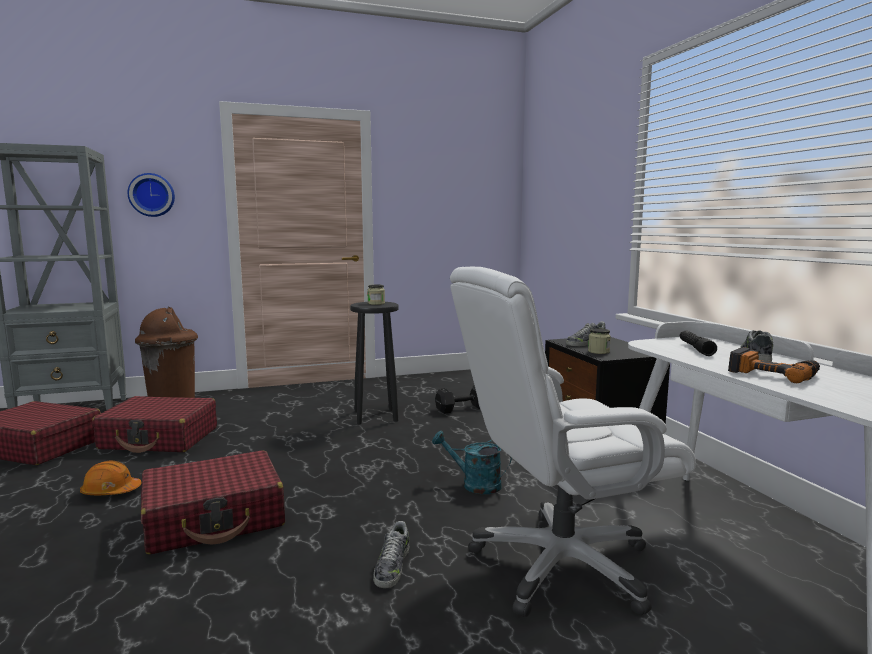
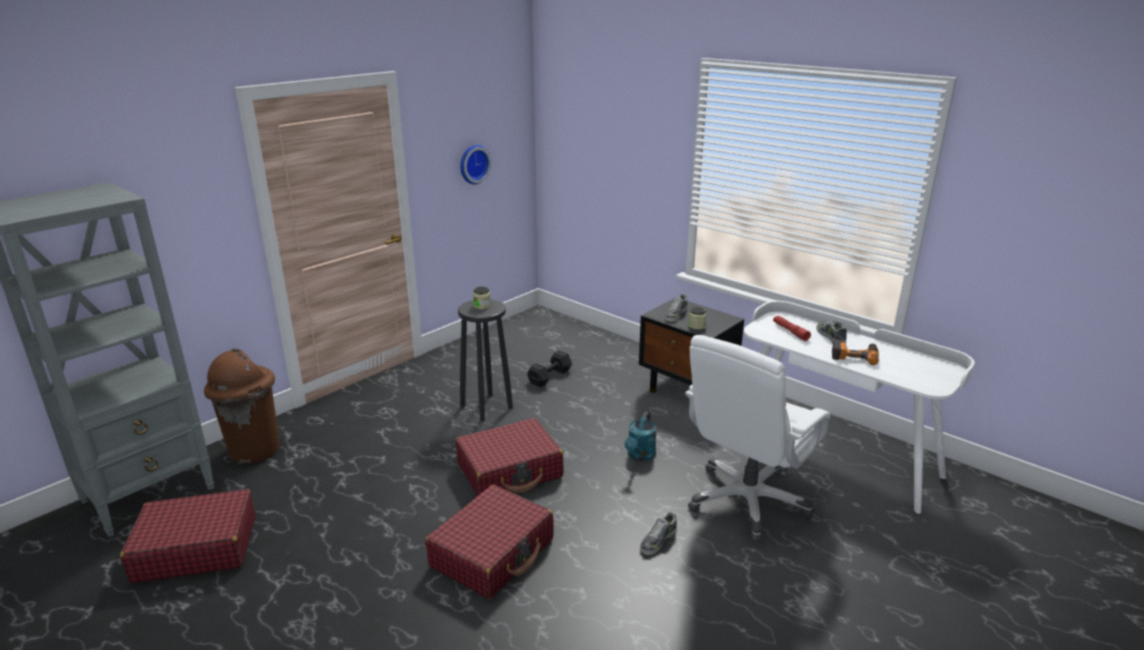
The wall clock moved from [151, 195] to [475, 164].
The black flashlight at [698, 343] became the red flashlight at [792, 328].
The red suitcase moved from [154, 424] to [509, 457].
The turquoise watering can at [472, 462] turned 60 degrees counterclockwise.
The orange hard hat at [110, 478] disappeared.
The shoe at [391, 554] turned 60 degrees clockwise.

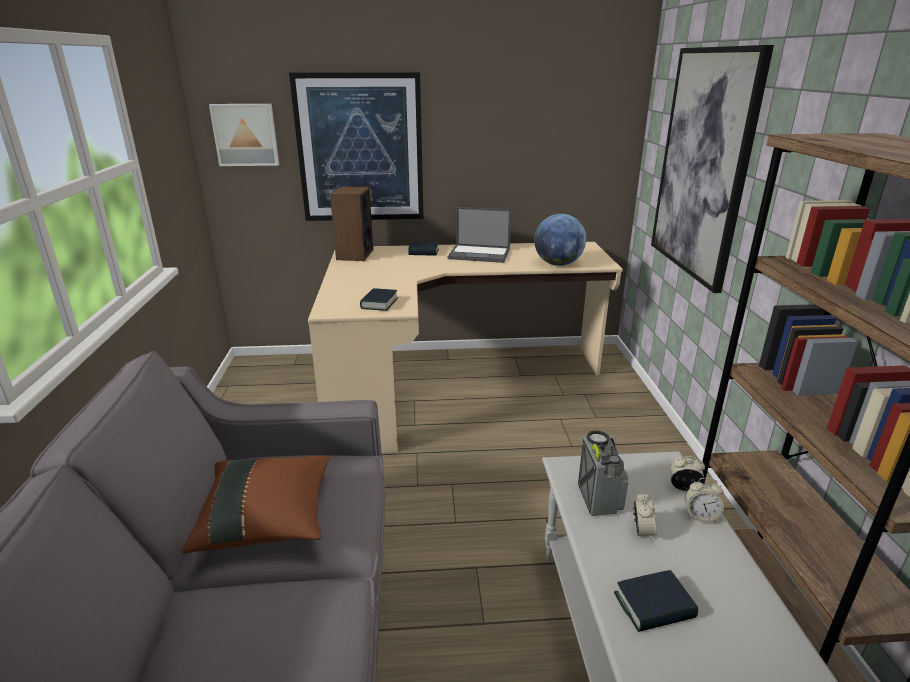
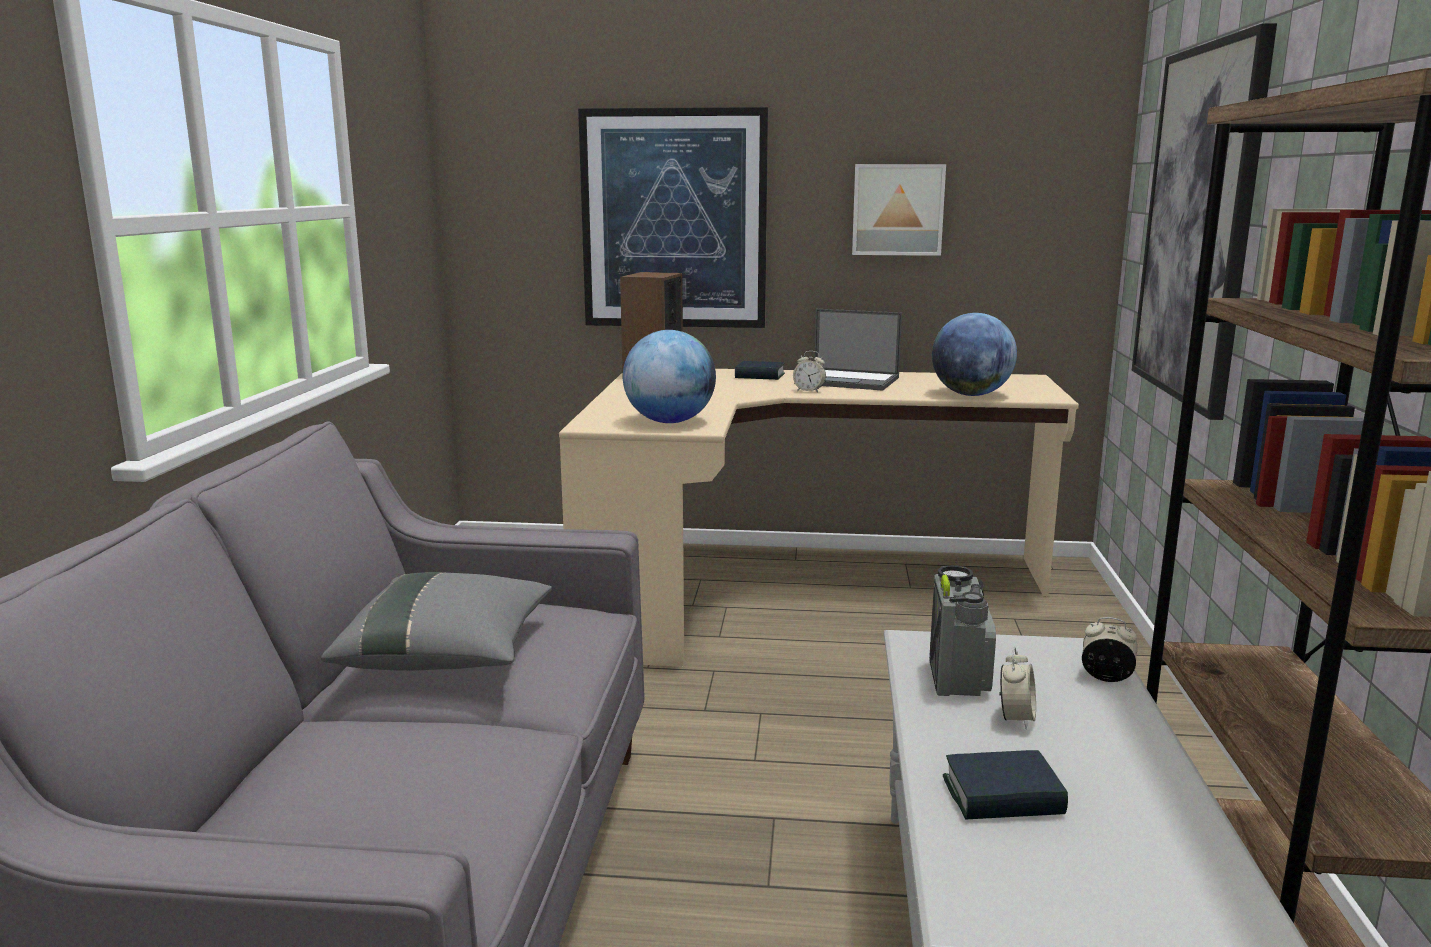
The picture moved from [244, 135] to [899, 210].
The book at [379, 299] was replaced by the globe at [669, 376].
The brown pillow at [255, 505] became the grey pillow at [436, 621].
The alarm clock moved from [704, 500] to [809, 371].

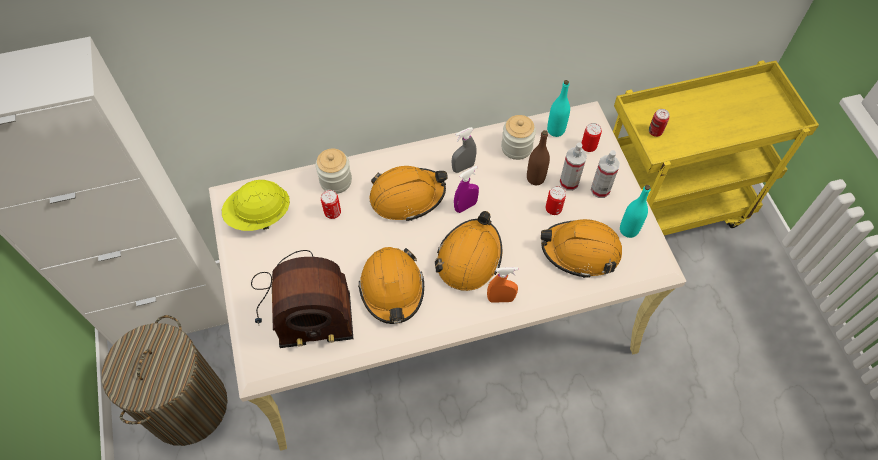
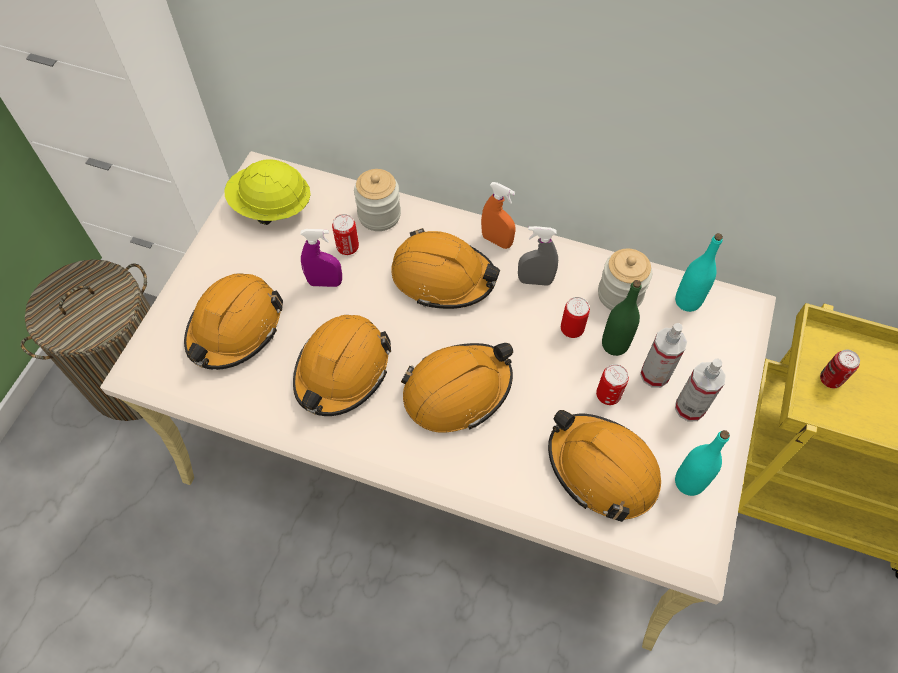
The can moved from [592, 137] to [575, 317].
The brown bottle at [538, 157] became the green bottle at [622, 318].
The purple spray bottle moved from [466, 189] to [321, 258].
The radio at [302, 299] was replaced by the orange hard hat at [233, 321].
The orange spray bottle moved from [502, 285] to [498, 215].

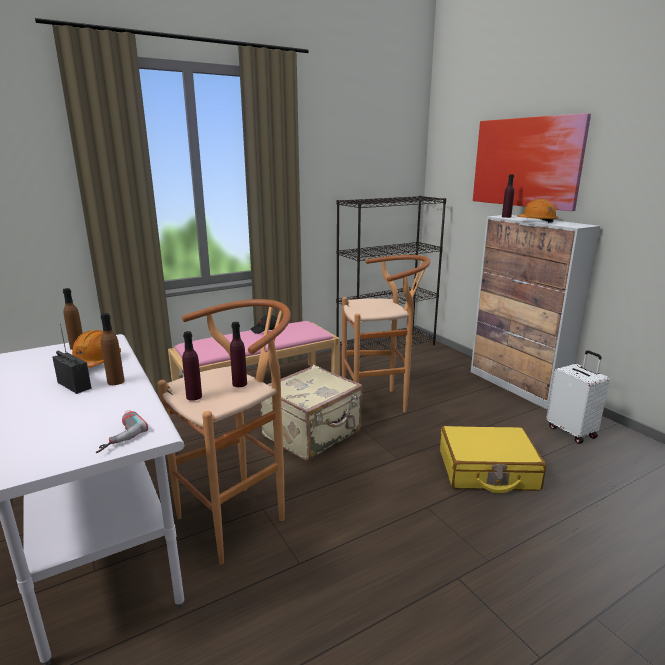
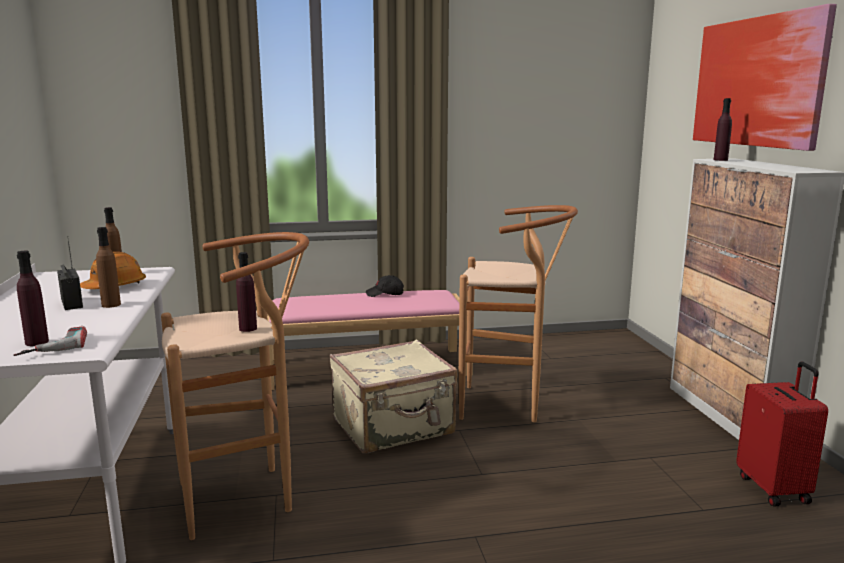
The black bookcase at [391, 277] disappeared.
The orange hard hat at [537, 211] disappeared.
The purple bottle moved from [192, 366] to [33, 298].
The white suitcase at [578, 397] became the red suitcase at [782, 434].
The yellow suitcase at [493, 459] disappeared.

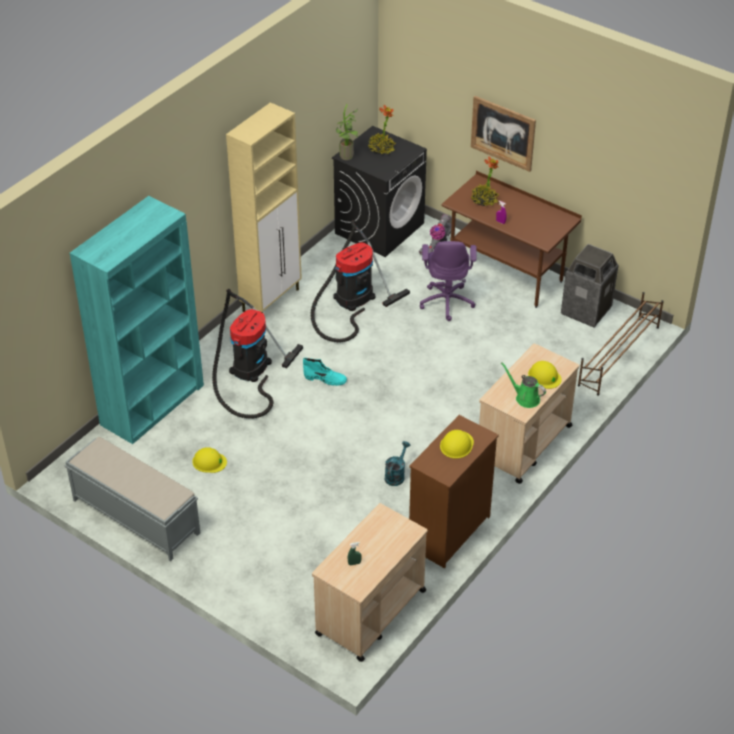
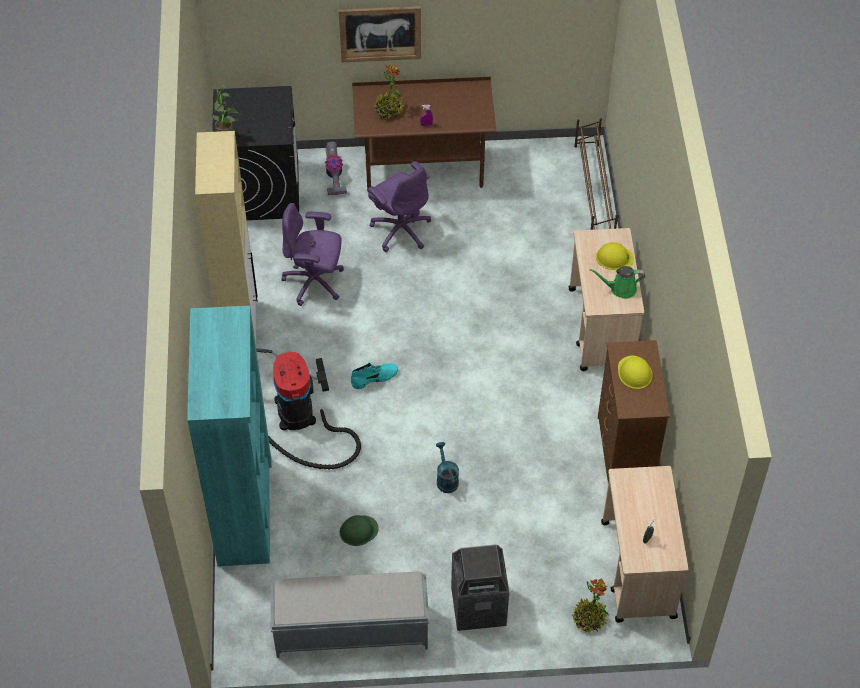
The potted plant moved from [382, 129] to [590, 605].
The vacuum cleaner at [360, 281] was replaced by the purple office chair at [312, 254].
The trash can moved from [589, 285] to [480, 587].
The turquoise watering can moved from [397, 463] to [447, 467].
The yellow hard hat at [209, 460] became the green hard hat at [359, 530].

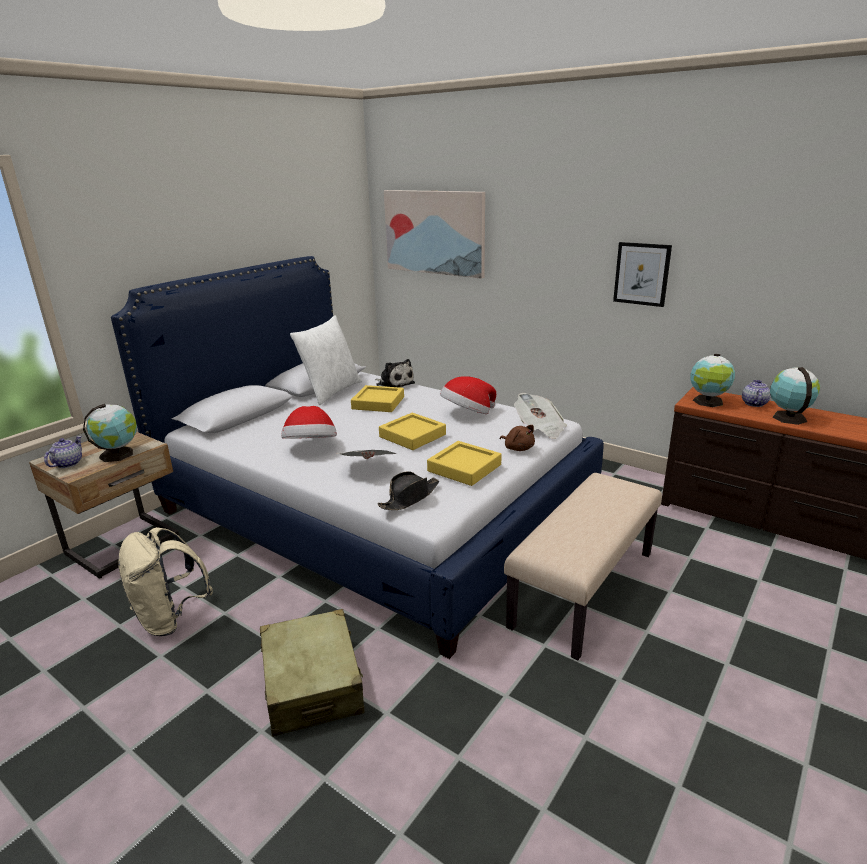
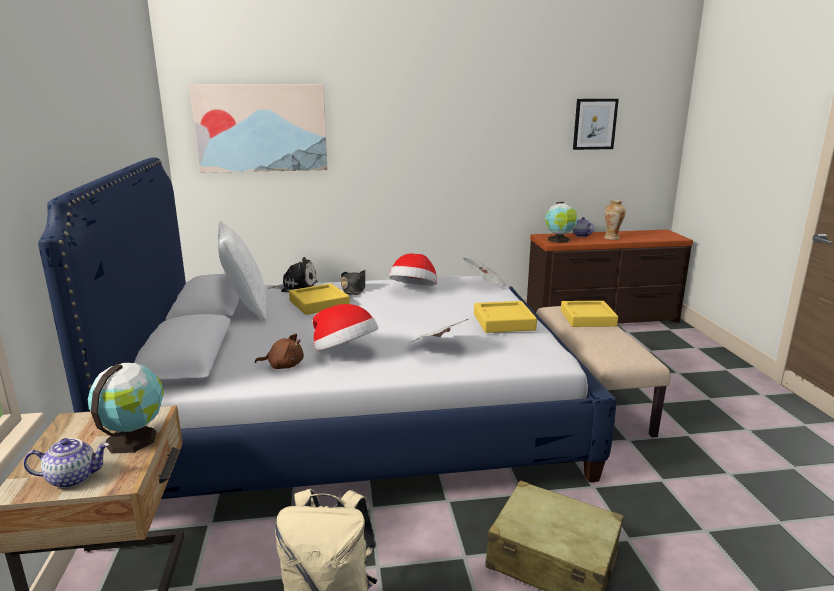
The picture moved from [642, 274] to [596, 124].
The globe at [795, 396] was replaced by the vase at [615, 220].
The yellow tray moved from [412, 431] to [589, 314].
The brown plush toy moved from [517, 438] to [279, 351].
The teapot at [63, 452] turned 105 degrees clockwise.
The black hat moved from [408, 490] to [353, 282].

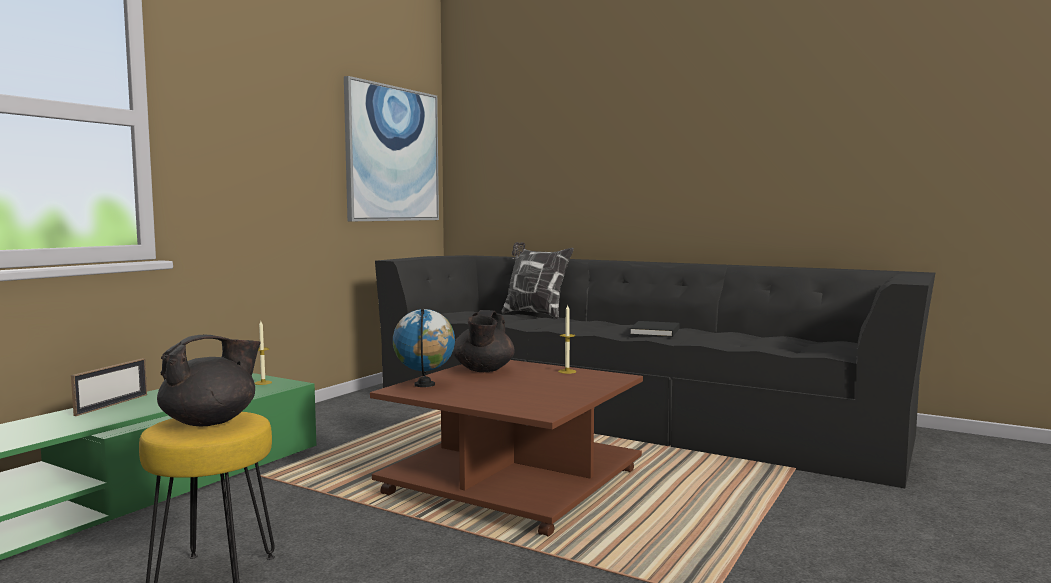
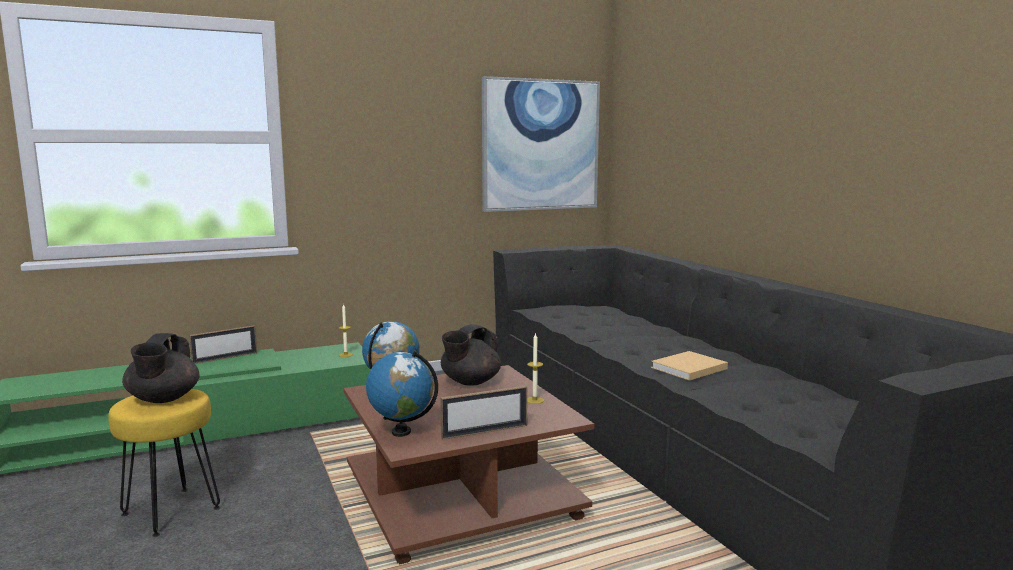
The pillow at [537, 280] disappeared.
The black book at [654, 329] became the beige book at [689, 366].
The black teapot at [209, 380] turned 90 degrees clockwise.
The globe at [402, 394] appeared.
The picture frame at [483, 413] appeared.

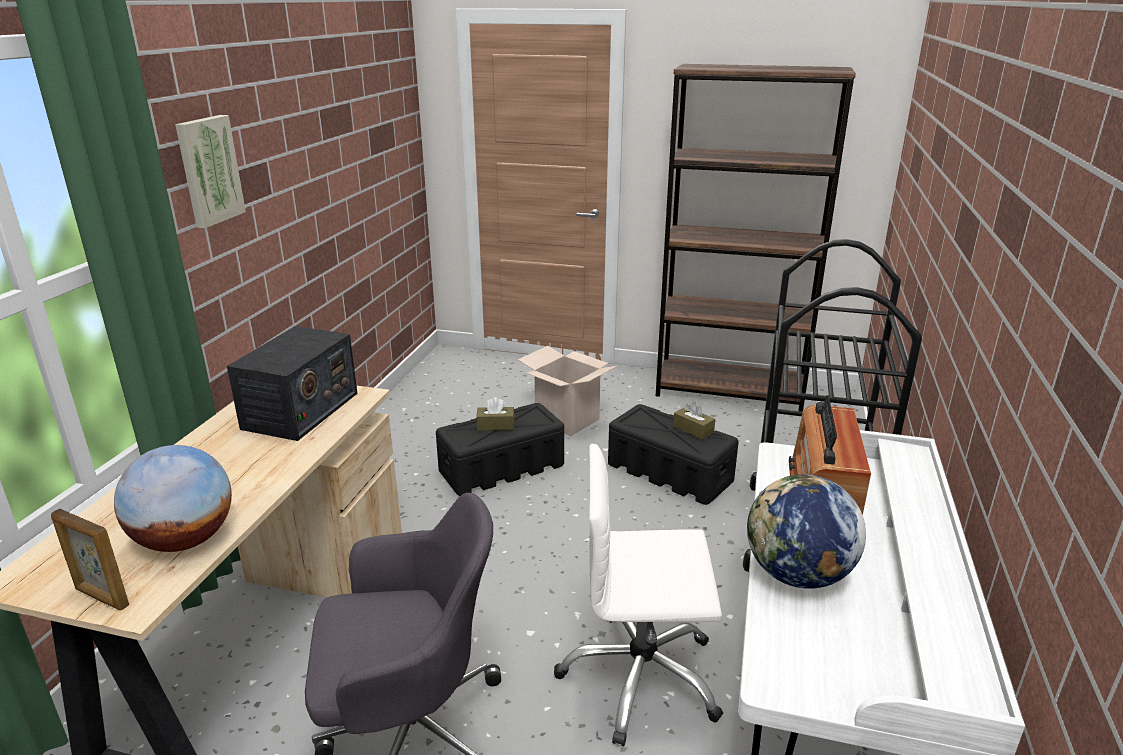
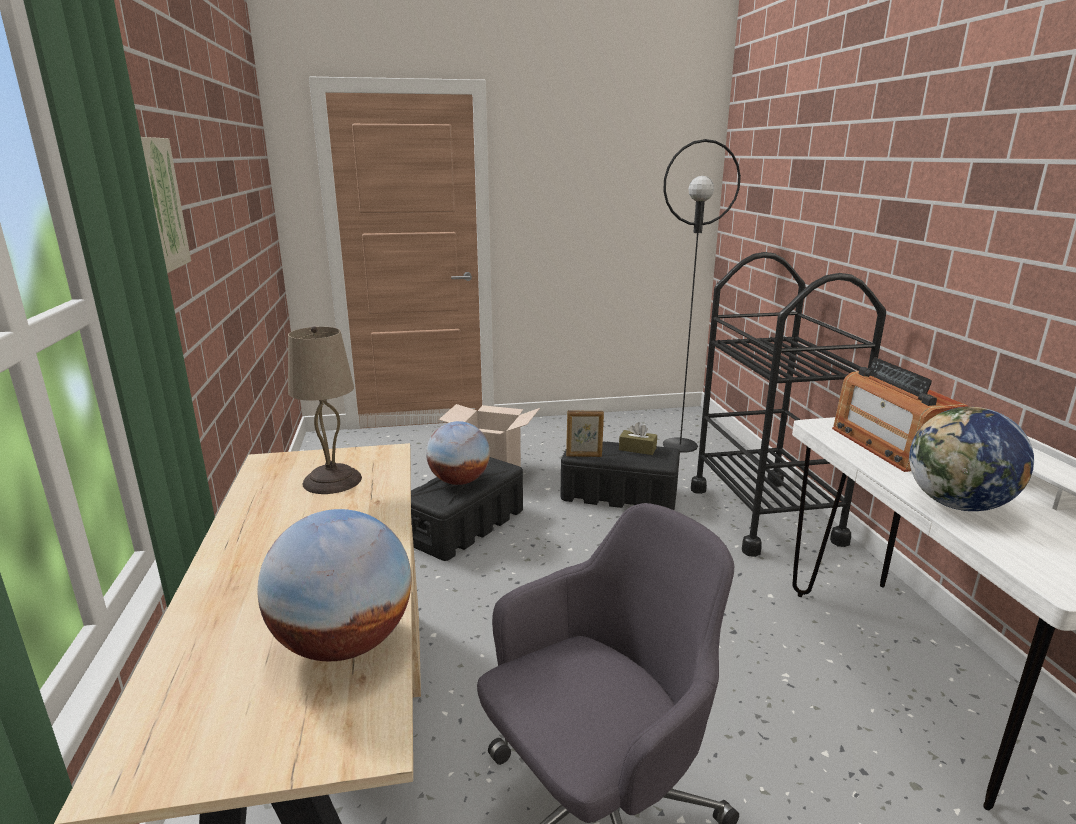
The brown bookcase at [756, 238] disappeared.
The radio at [292, 383] was replaced by the beige table lamp at [325, 410].
The brown tissue box at [495, 414] was replaced by the globe at [458, 453].
The white office chair at [638, 595] disappeared.
The picture frame moved from [90, 559] to [585, 433].
The black floor lamp at [702, 296] appeared.

